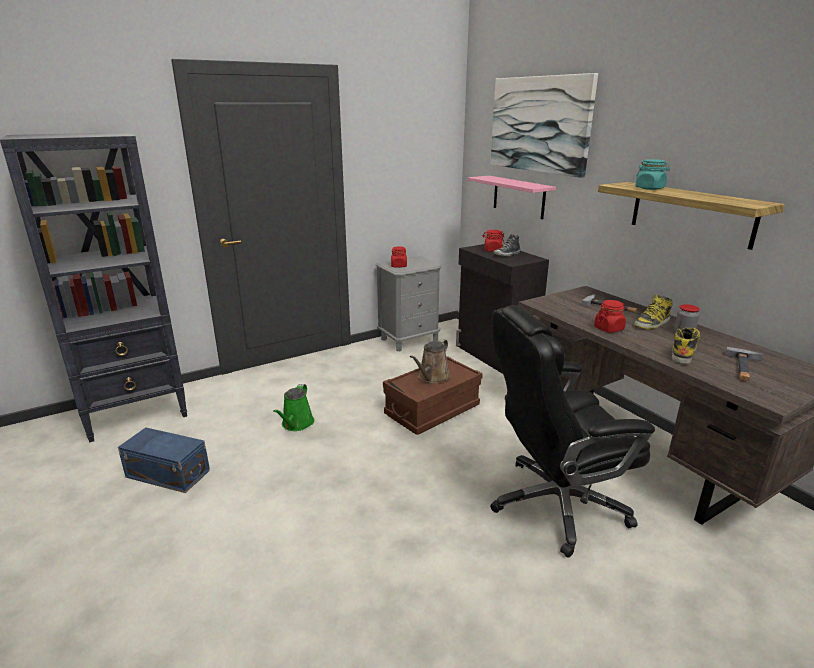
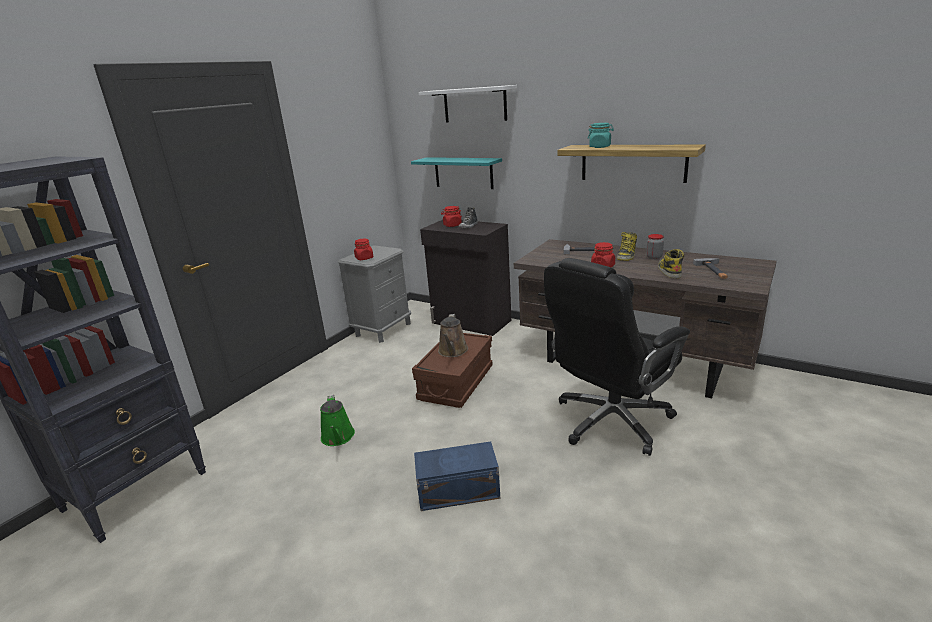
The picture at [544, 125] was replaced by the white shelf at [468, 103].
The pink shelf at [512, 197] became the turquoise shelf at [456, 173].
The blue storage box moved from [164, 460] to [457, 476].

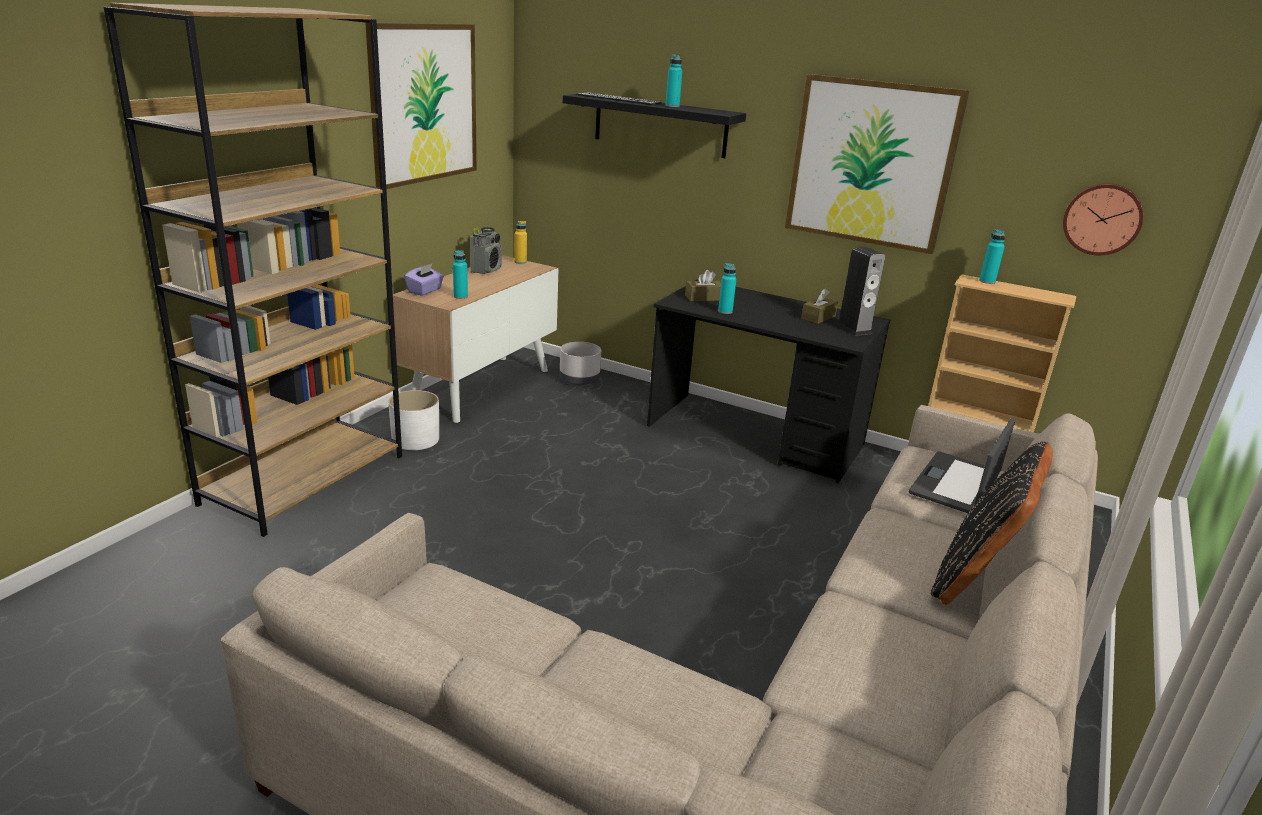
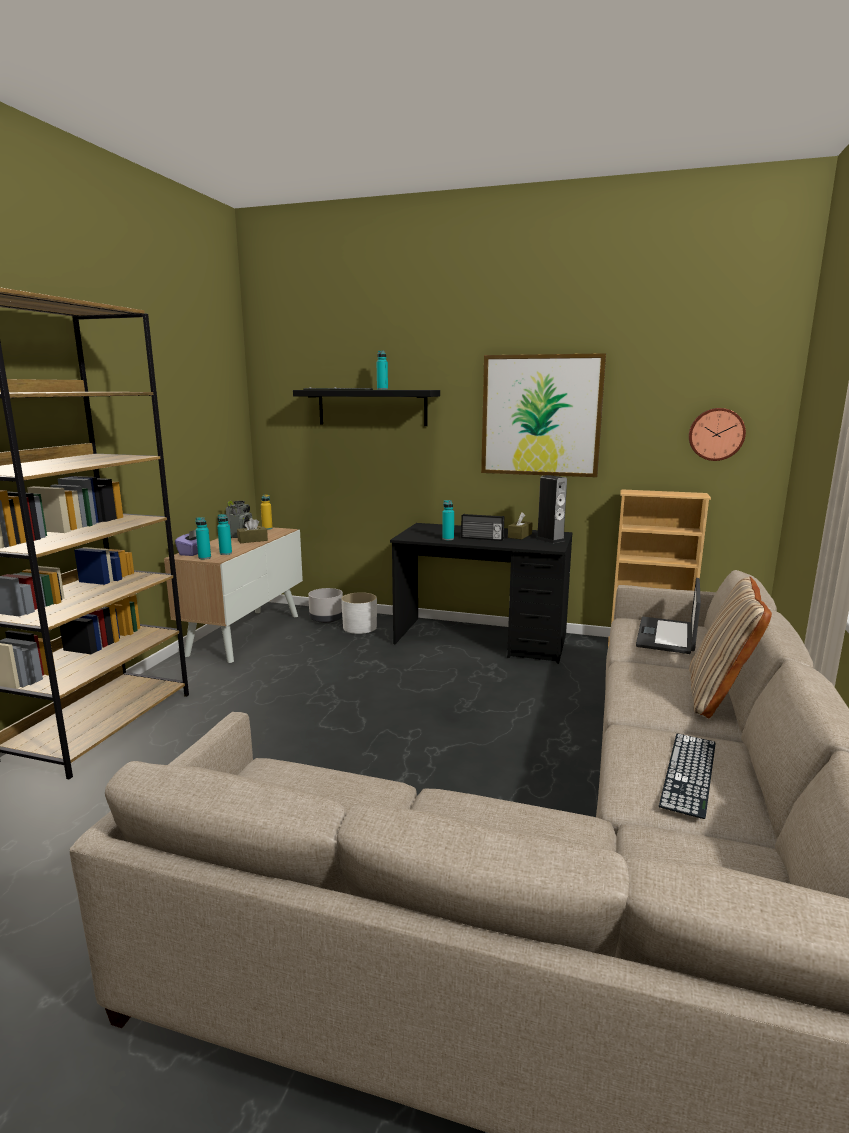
The picture at [421, 106] disappeared.
The turquoise bottle moved from [992, 256] to [203, 538].
The brown tissue box moved from [703, 285] to [252, 530].
The white planter moved from [413, 420] to [359, 613].
The black pillow at [992, 523] became the beige pillow at [730, 647].
The radio at [482, 527] appeared.
The keyboard at [687, 776] appeared.

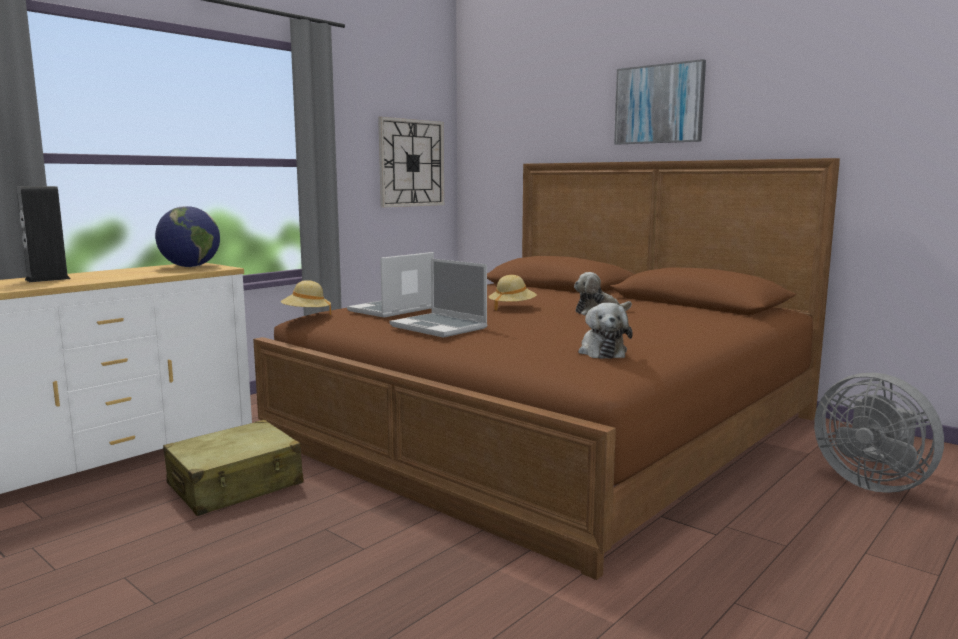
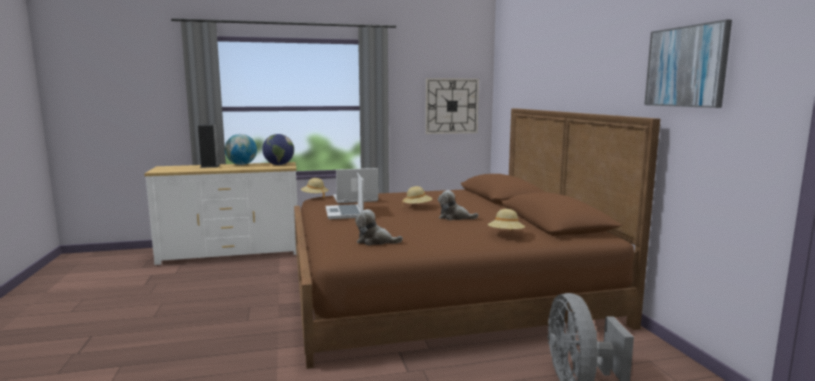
The picture moved from [660, 102] to [688, 64].
The plush toy at [605, 331] turned 75 degrees clockwise.
The beige suitcase at [233, 468] disappeared.
The globe at [241, 149] appeared.
The beige hat at [506, 219] appeared.

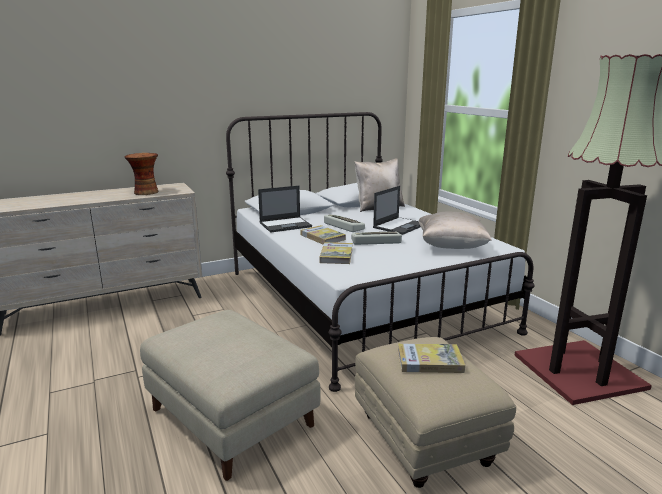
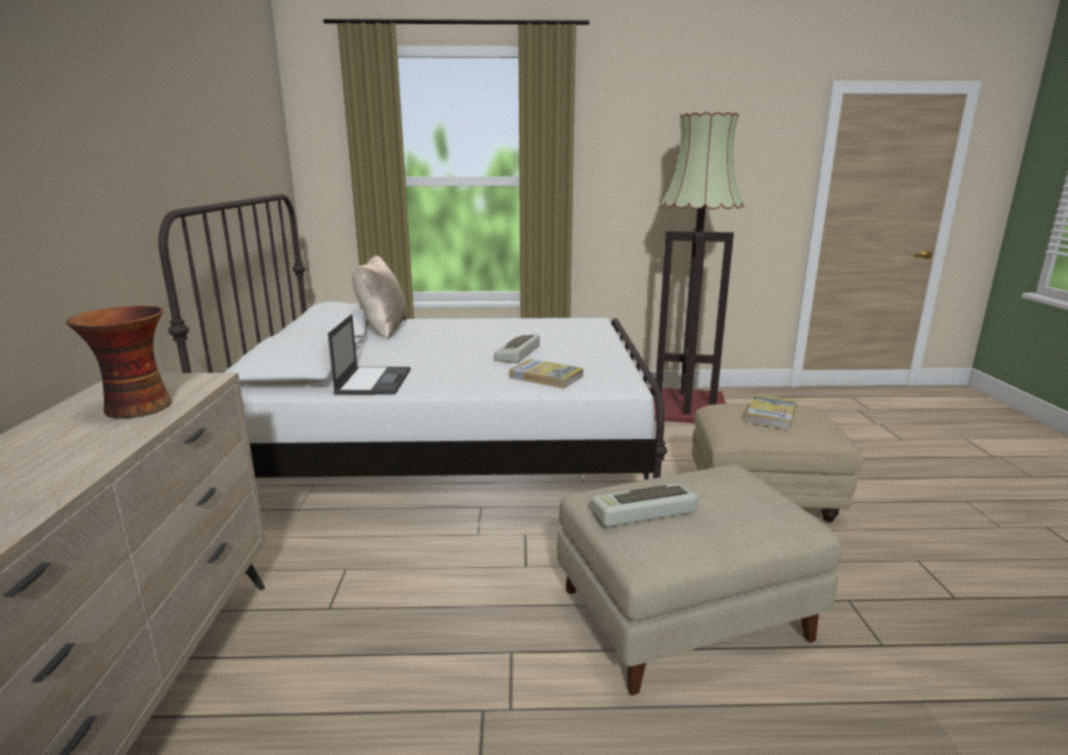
The laptop at [397, 210] disappeared.
The beige pillow at [455, 230] disappeared.
The keyboard moved from [344, 223] to [644, 505].
The book at [323, 235] disappeared.

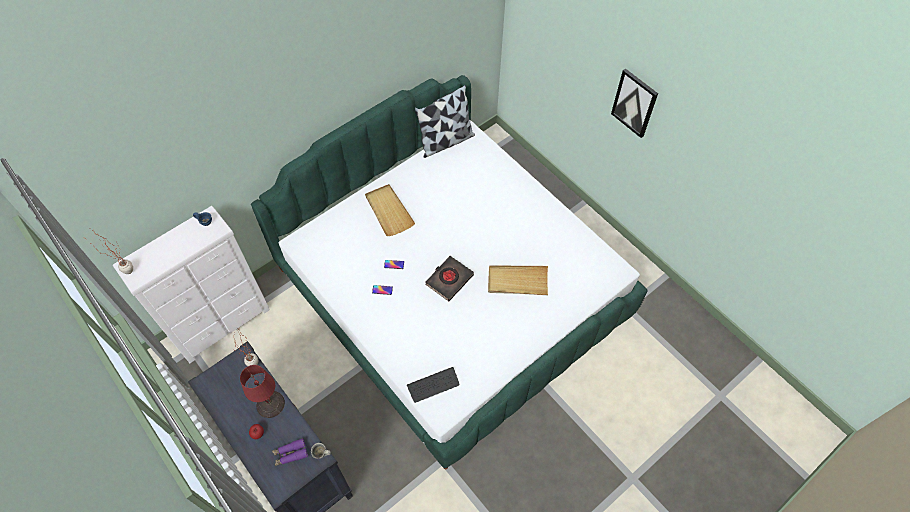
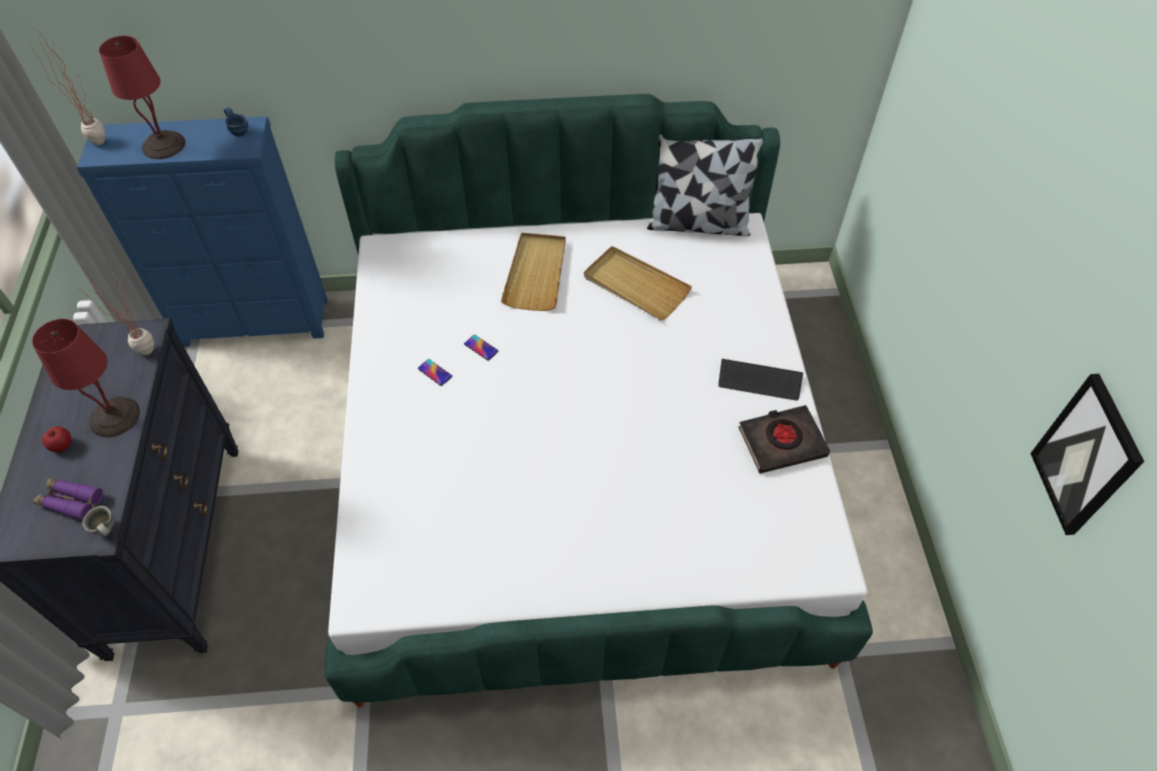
The picture moved from [634, 103] to [1087, 454].
The white dresser at [191, 284] became the blue dresser at [202, 231].
The black book moved from [449, 278] to [784, 439].
The beige tray moved from [518, 280] to [638, 283].
The keyboard moved from [433, 385] to [760, 380].
The red table lamp at [142, 97] appeared.

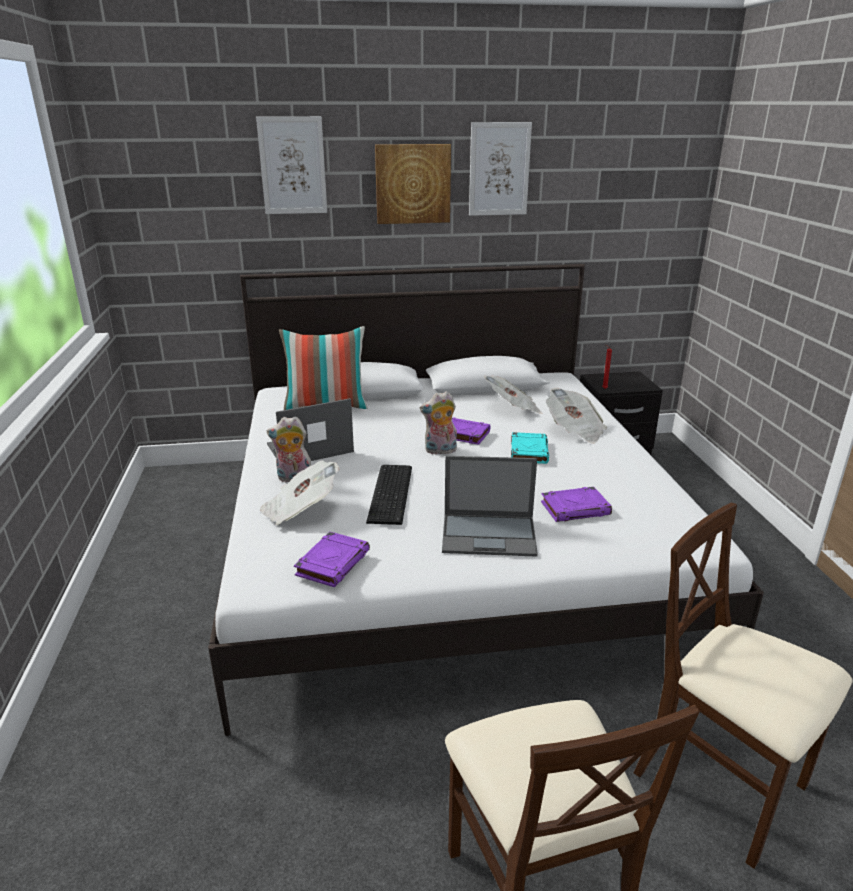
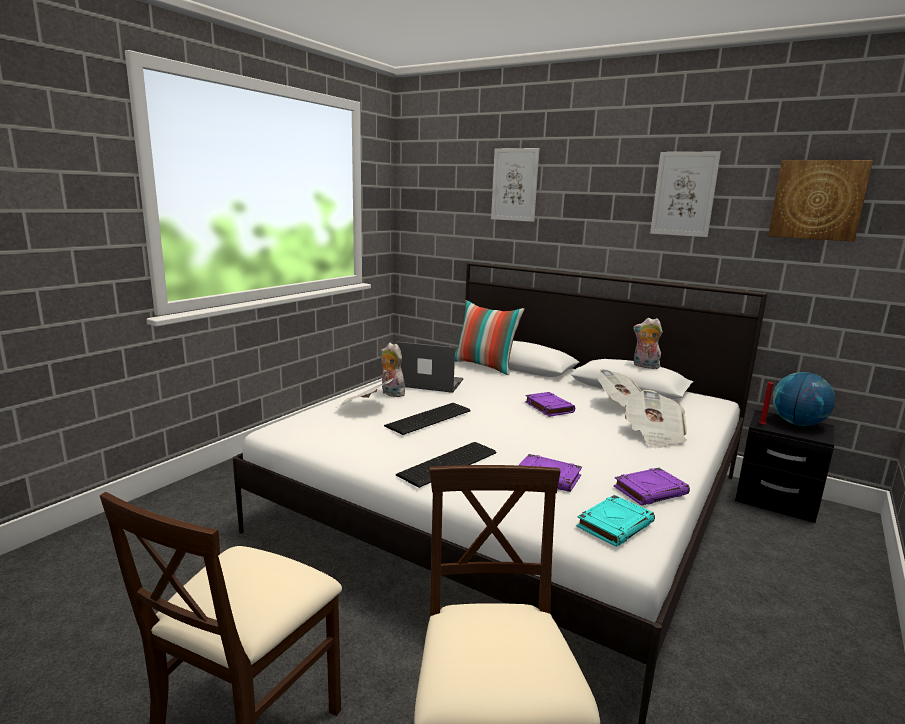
The picture moved from [413, 184] to [820, 201].
The plush toy moved from [438, 423] to [648, 343].
The turquoise book moved from [530, 448] to [615, 521].
The laptop at [490, 506] was replaced by the keyboard at [446, 465].
The purple book moved from [332, 559] to [652, 487].
The globe at [803, 399] appeared.

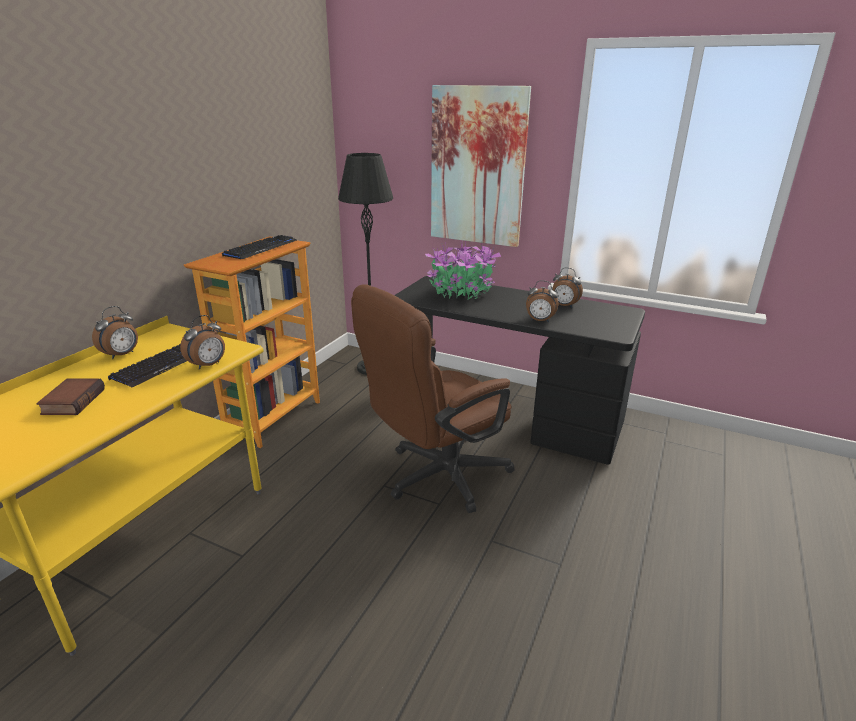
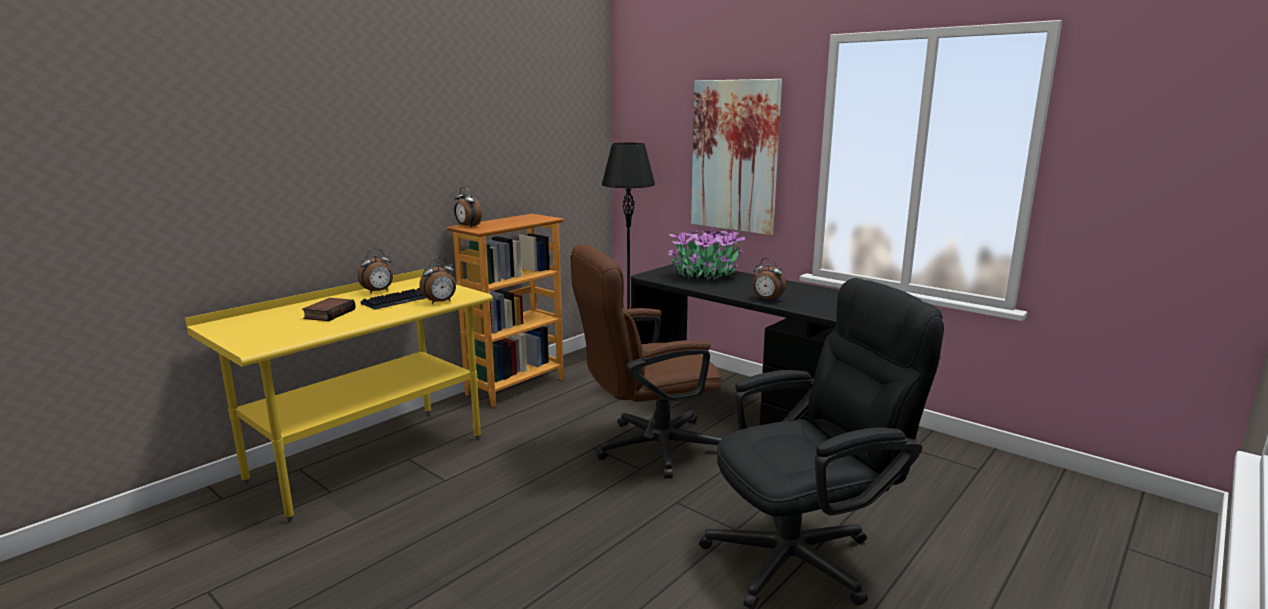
The keyboard at [259, 247] disappeared.
The alarm clock moved from [567, 288] to [468, 207].
The black office chair at [821, 443] appeared.

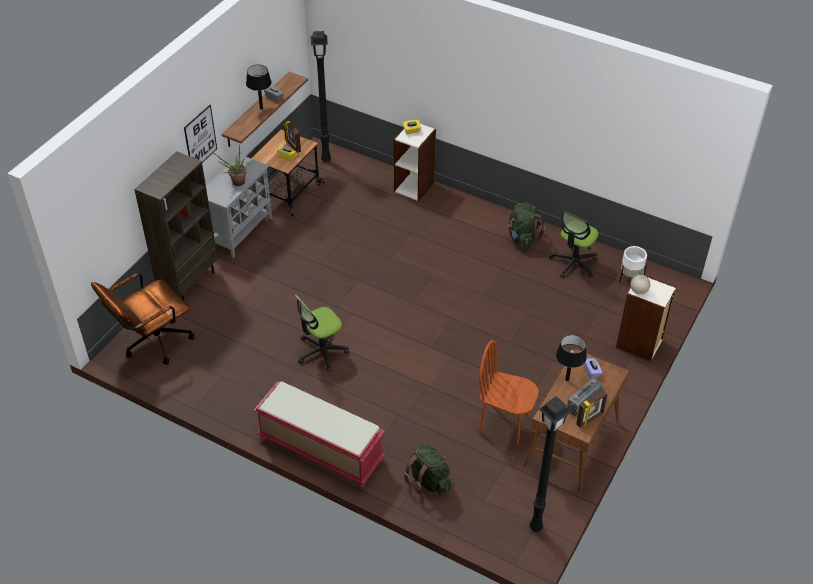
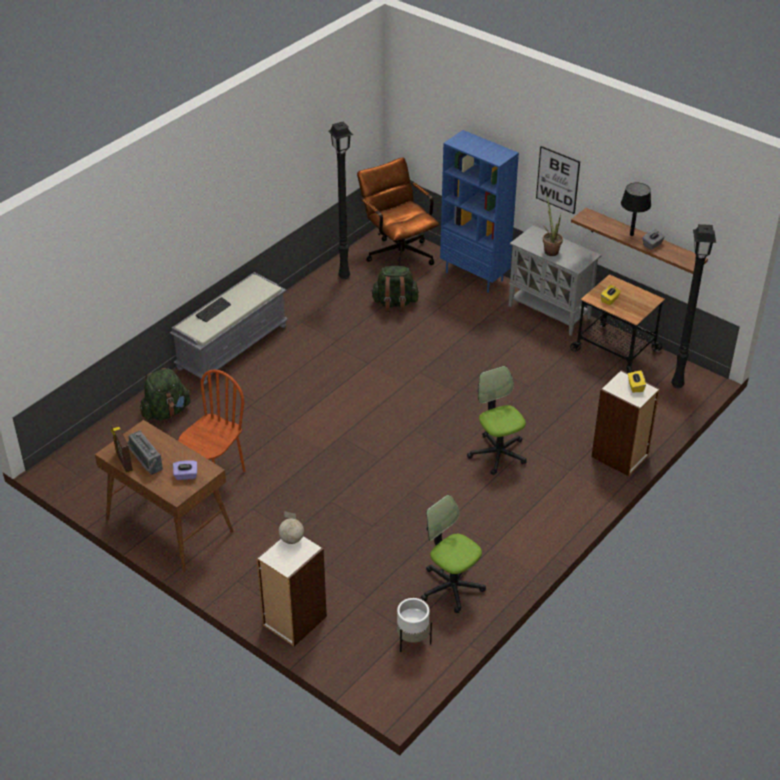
The picture frame at [292, 136] disappeared.
The brown bookcase at [176, 225] became the blue bookcase at [479, 211].
The green backpack moved from [526, 225] to [395, 289].
The office chair moved from [322, 333] to [497, 420].
The black table lamp at [571, 358] disappeared.
The red bench at [319, 434] became the grey bench at [229, 328].
The black floor lamp moved from [550, 464] to [340, 200].
The keyboard at [213, 309] appeared.

